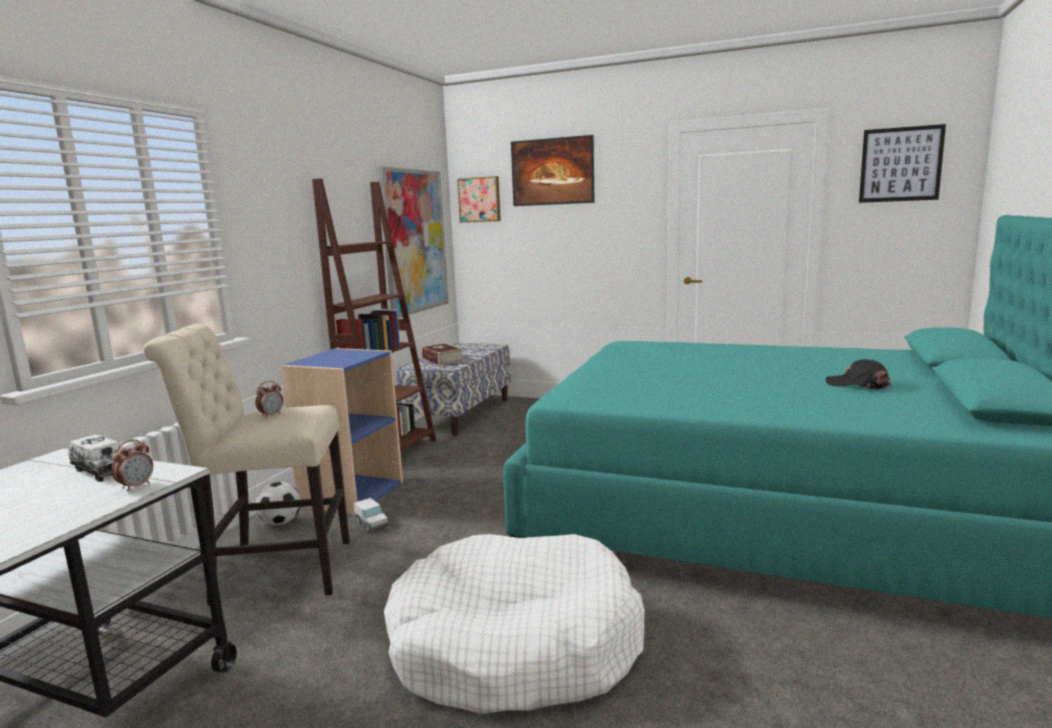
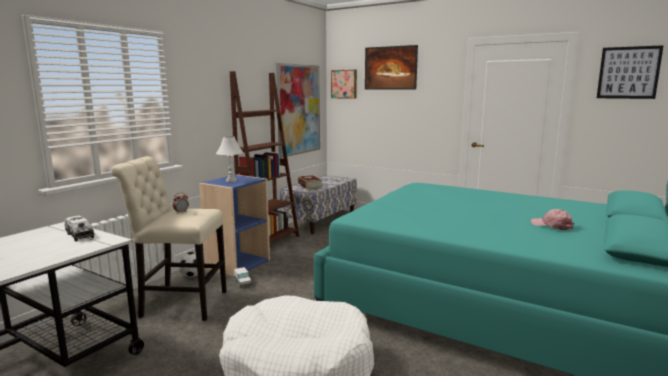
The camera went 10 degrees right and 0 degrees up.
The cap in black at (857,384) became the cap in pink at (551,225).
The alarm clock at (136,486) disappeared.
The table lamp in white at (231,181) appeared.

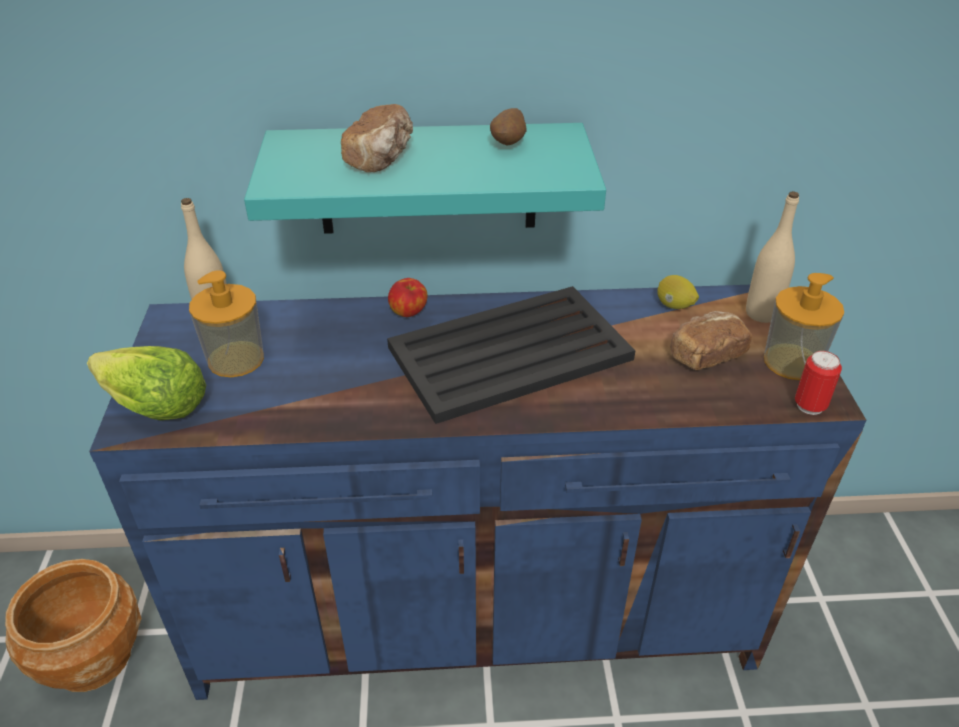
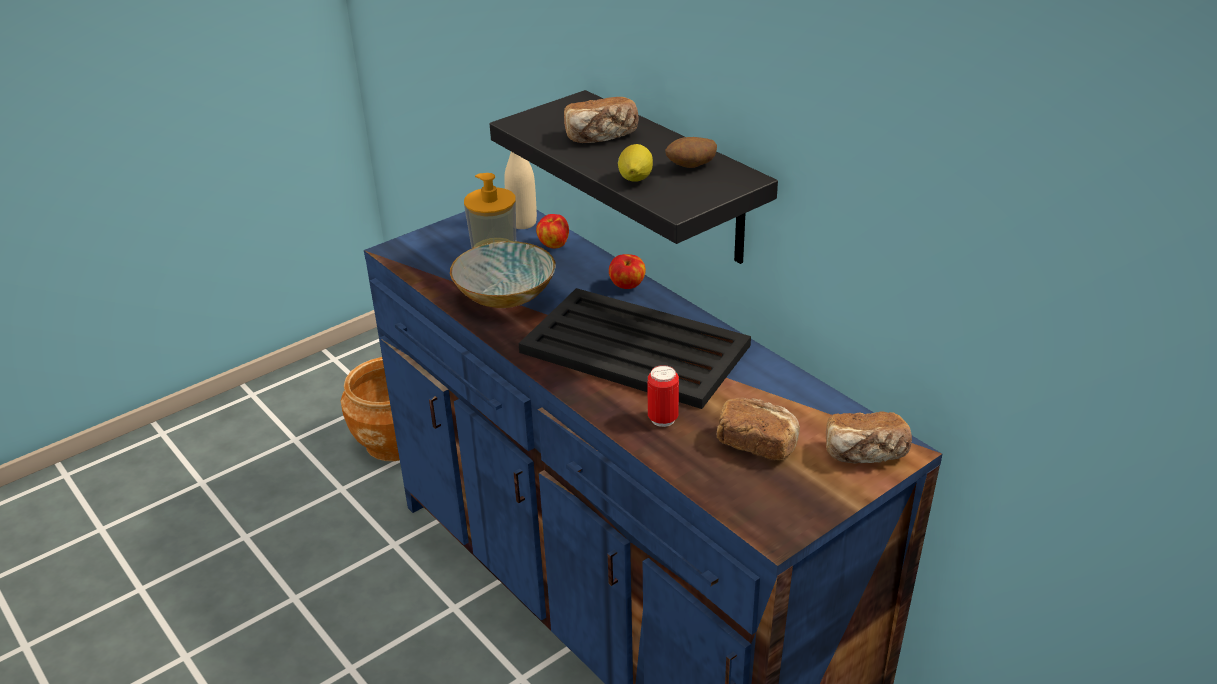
The camera went 55 degrees right and 5 degrees down.
The shelf in turquoise at (427,179) became the shelf in black at (674,179).
The bottle in beige at (762,313) was replaced by the bread at (865,454).
The soap dispenser at (792,362) disappeared.
The lemon moved from (674,306) to (635,179).
The lettuce at (154,406) disappeared.
The can moved from (809,406) to (663,419).
The apple at (553,245) appeared.
The bowl at (506,295) appeared.

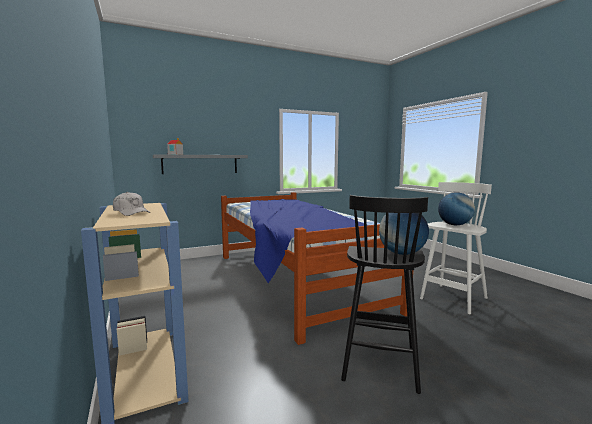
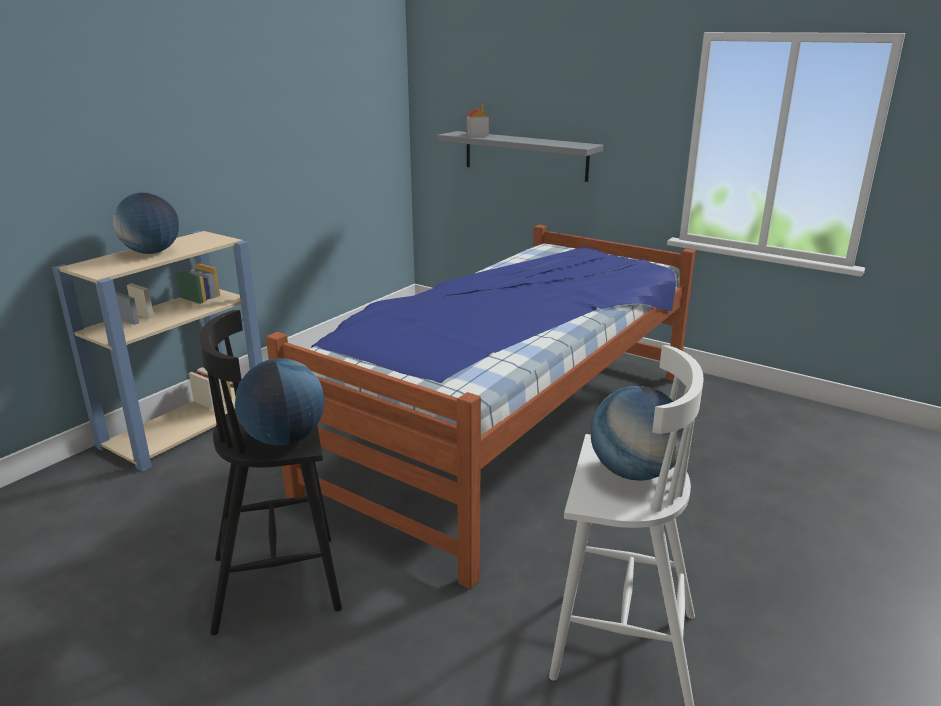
The camera went 60 degrees right and 15 degrees up.
The cap in white at (131,212) was replaced by the globe at (152,252).

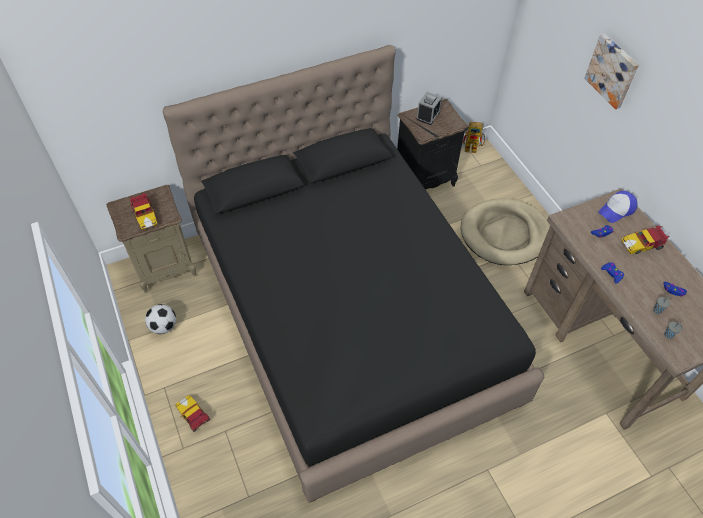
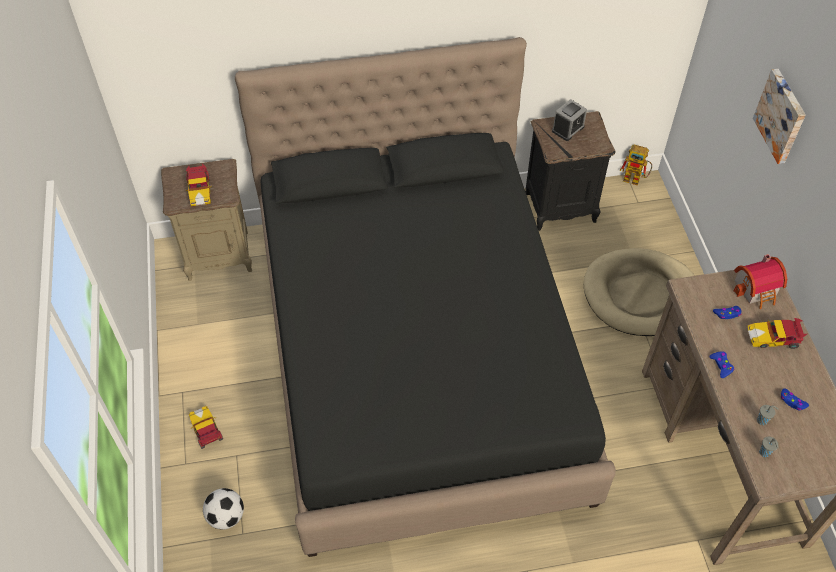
The camera went 15 degrees right and 0 degrees up.
The cap at (616,210) was replaced by the toy house at (757,290).
The football moved from (164,326) to (226,516).

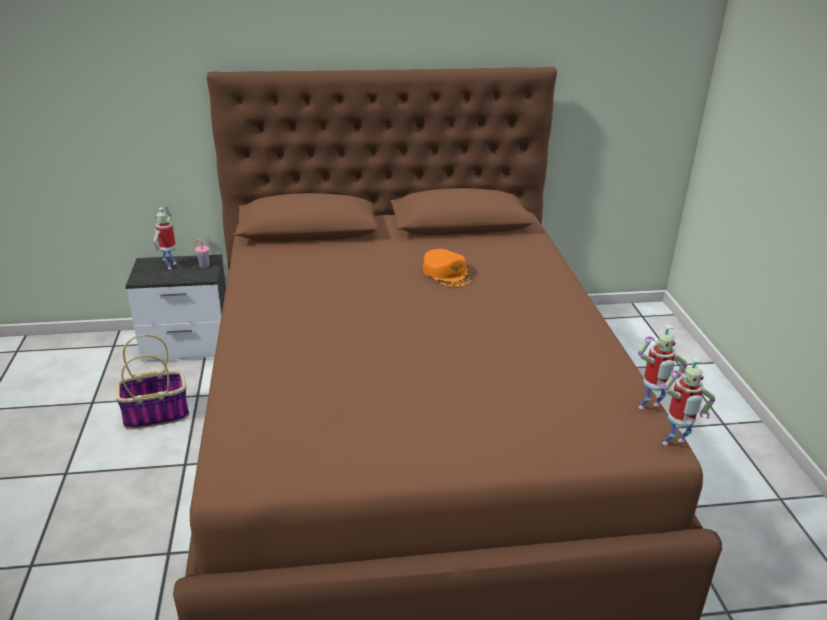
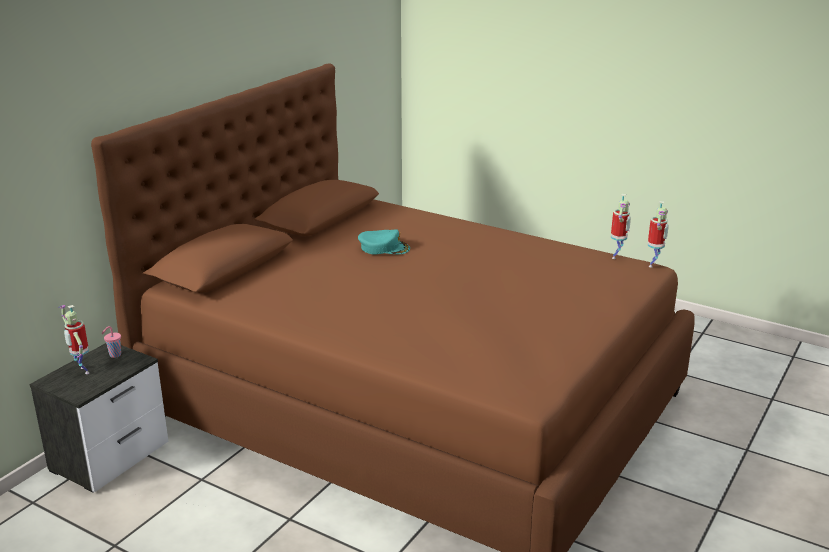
The camera went 50 degrees left and 5 degrees down.
The cap in orange at (447,273) became the cap in turquoise at (384,248).
The basket at (157,415) disappeared.

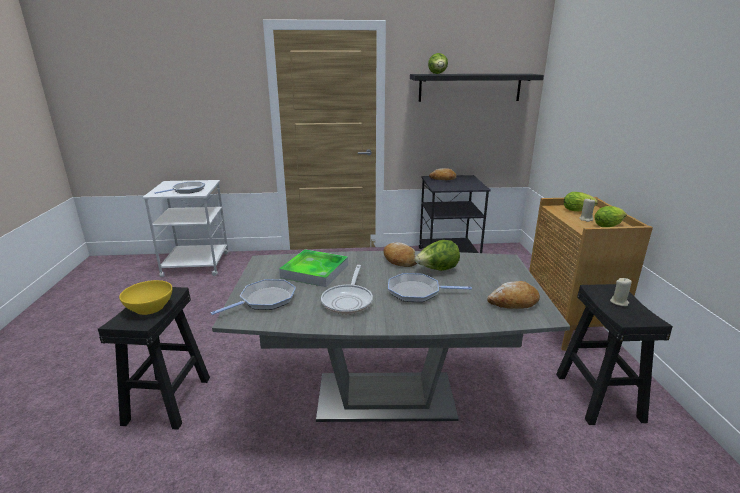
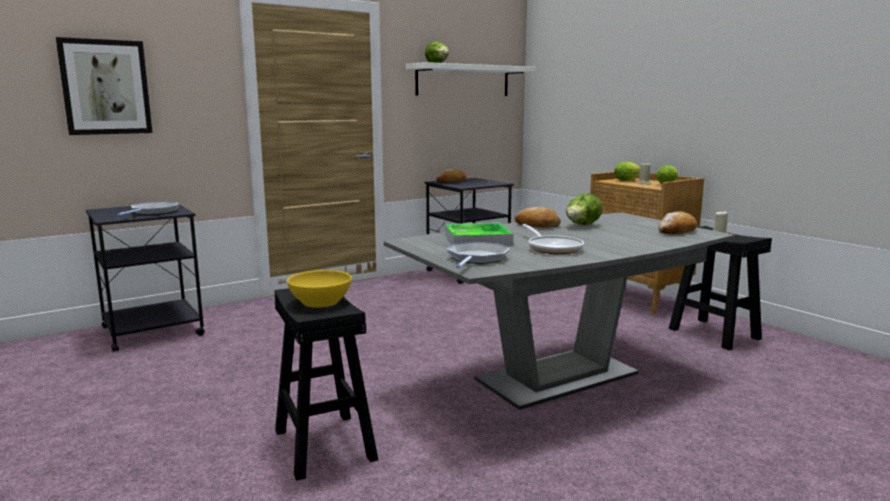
The camera went 30 degrees left and 10 degrees down.
The shelf in black at (469,87) became the shelf in white at (463,81).
The cart in white at (197,264) became the cart in black at (154,330).
The frying pan at (417,292) disappeared.
The picture at (105,87) appeared.

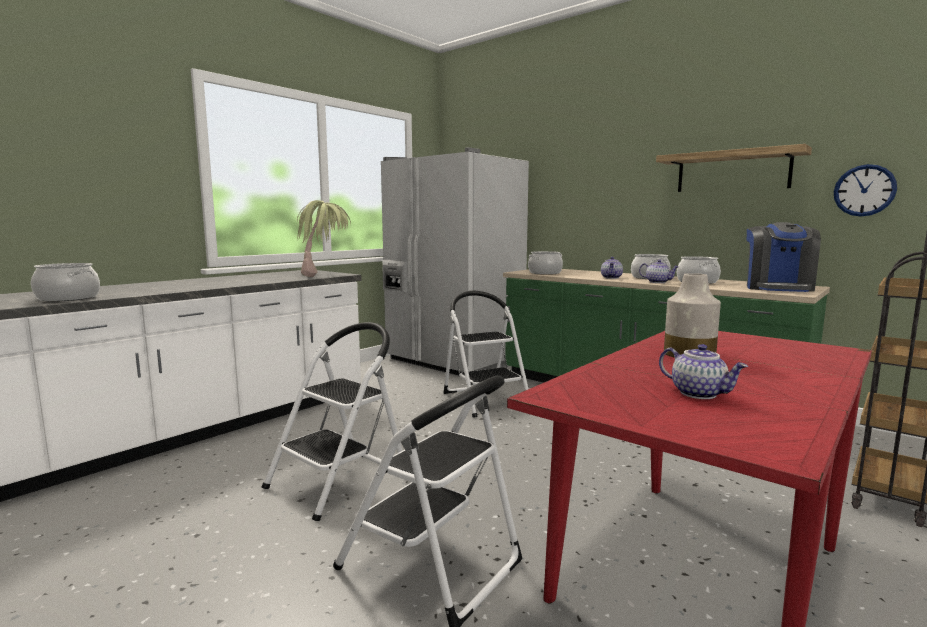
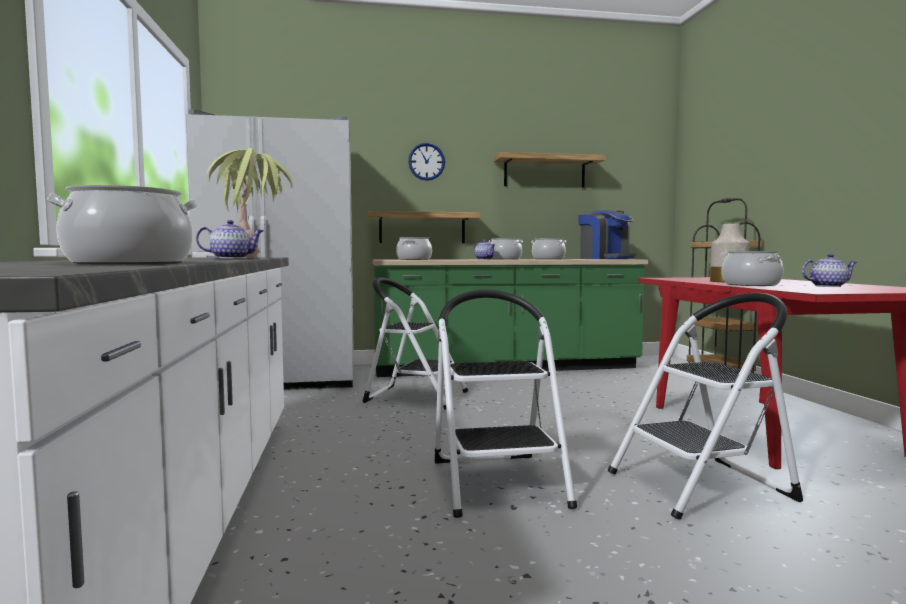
The camera went 50 degrees left and 5 degrees down.
The wall clock moved from (864,190) to (426,161).
The teapot moved from (658,282) to (231,258).
The shelf at (422,228) appeared.
The cooking pot at (750,284) appeared.

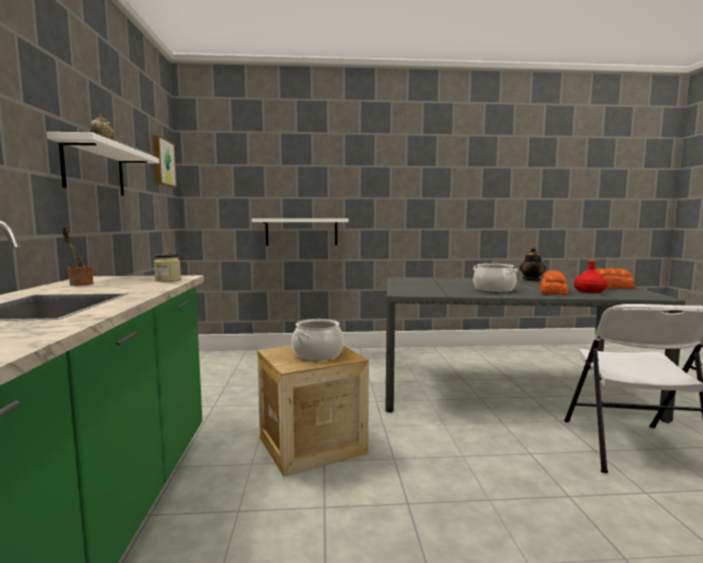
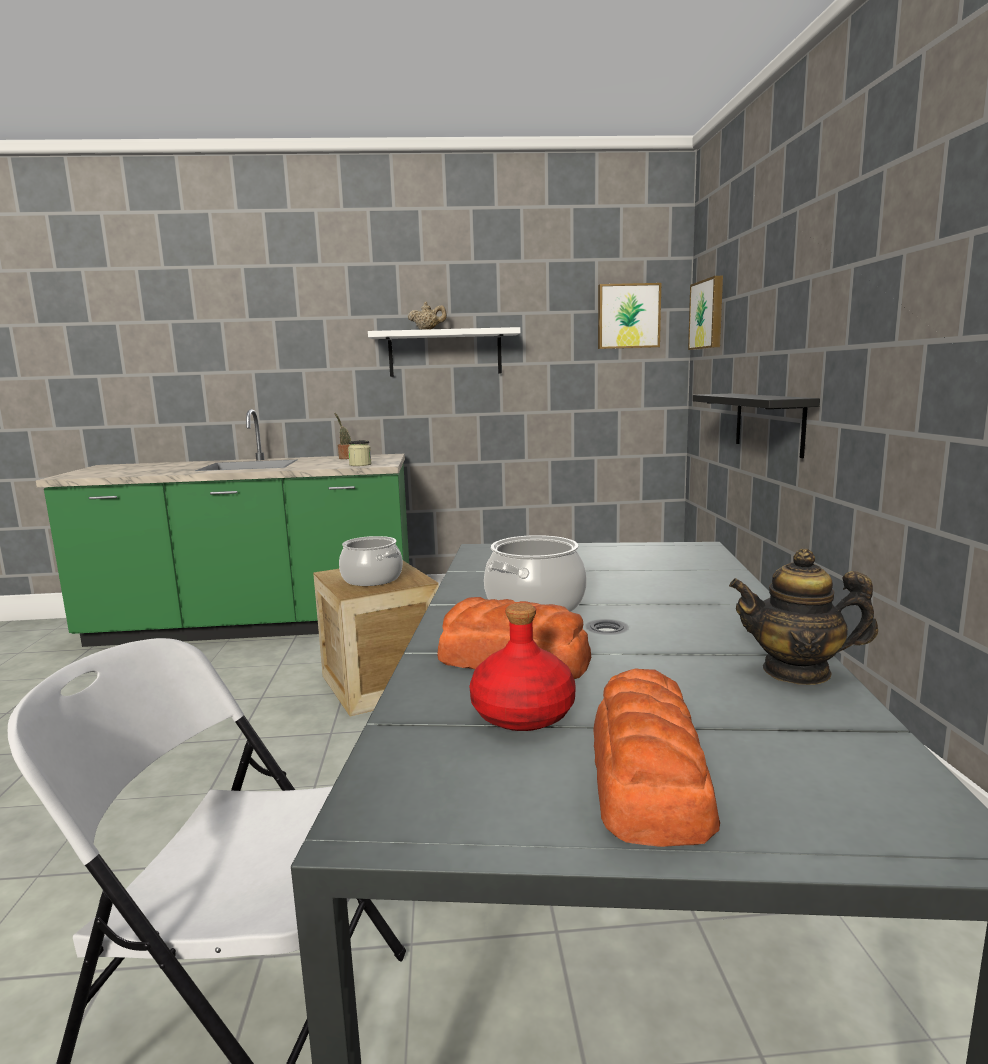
The camera went 90 degrees right and 5 degrees up.
The shelf in white at (301,232) became the shelf in black at (769,423).
The picture at (708,314) appeared.

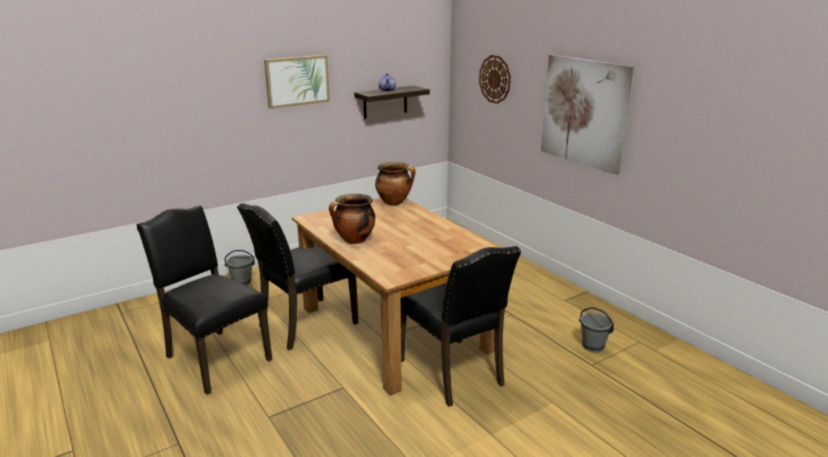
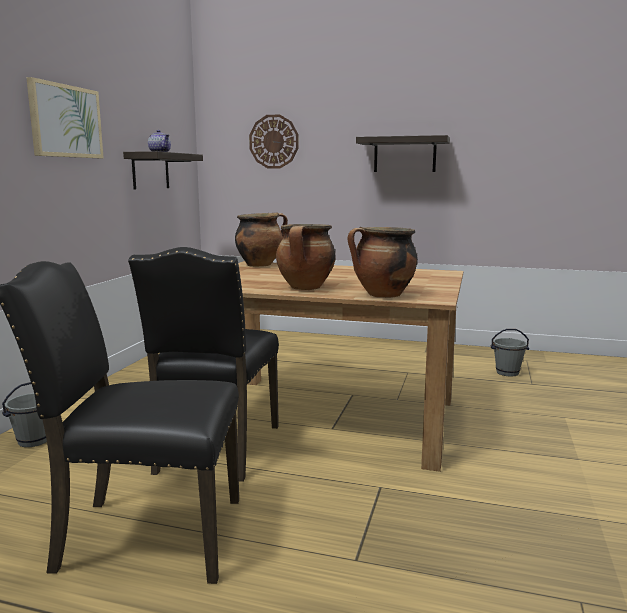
The camera went 40 degrees left and 10 degrees down.
The picture at (584,112) was replaced by the shelf at (404,155).
The chair in black at (453,373) disappeared.
The cooking pot at (382,295) appeared.

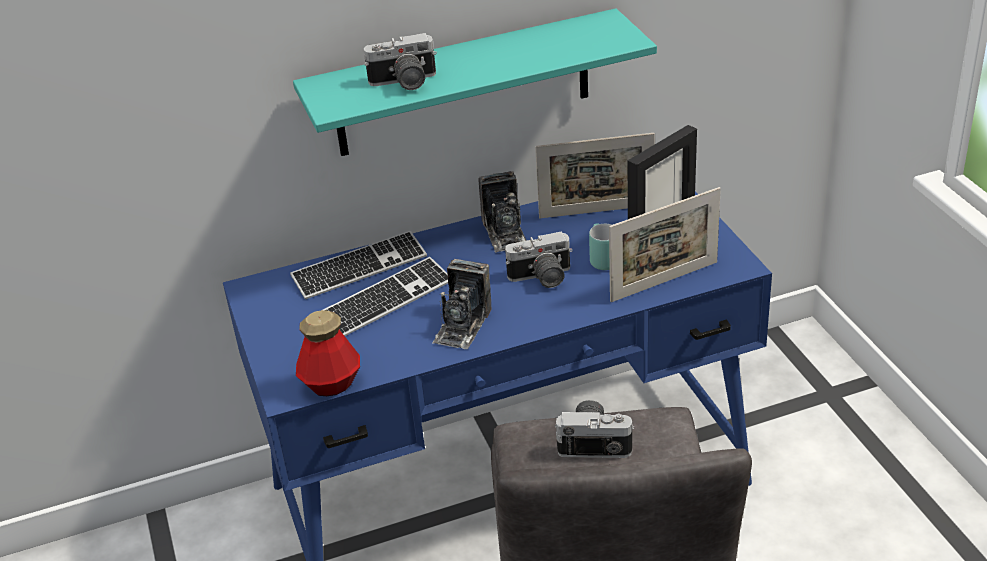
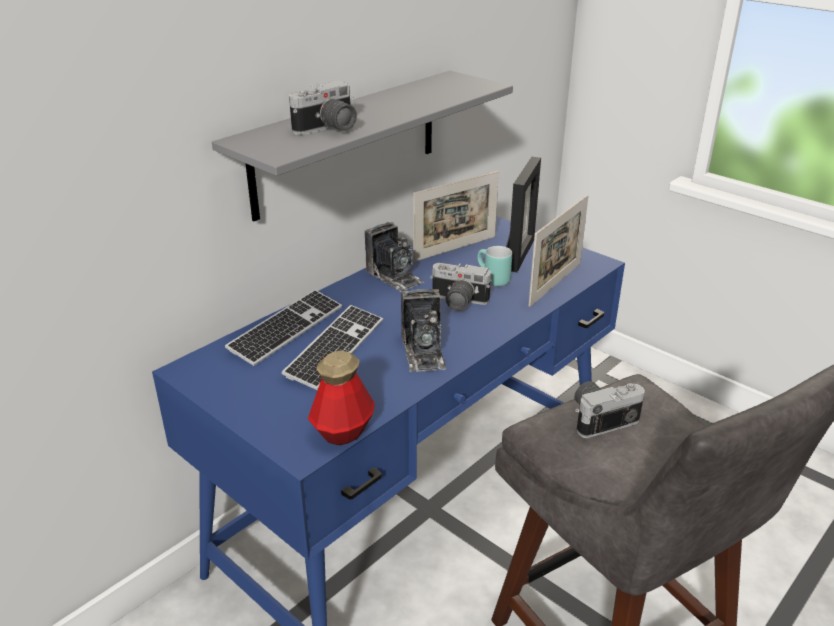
The camera went 30 degrees left and 5 degrees down.
The shelf in turquoise at (463,84) became the shelf in grey at (347,143).
The photo camera at (541,278) turned 60 degrees clockwise.

